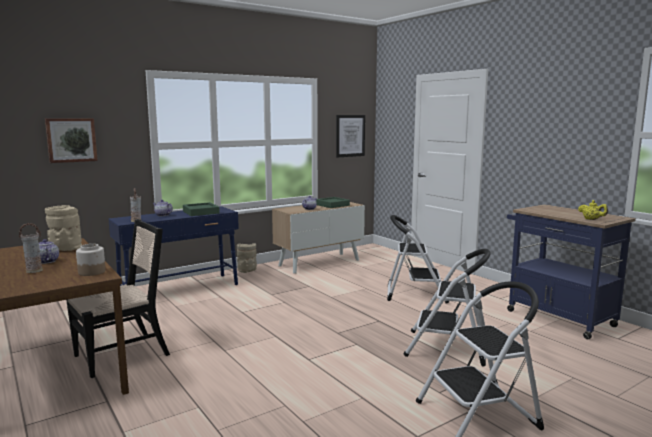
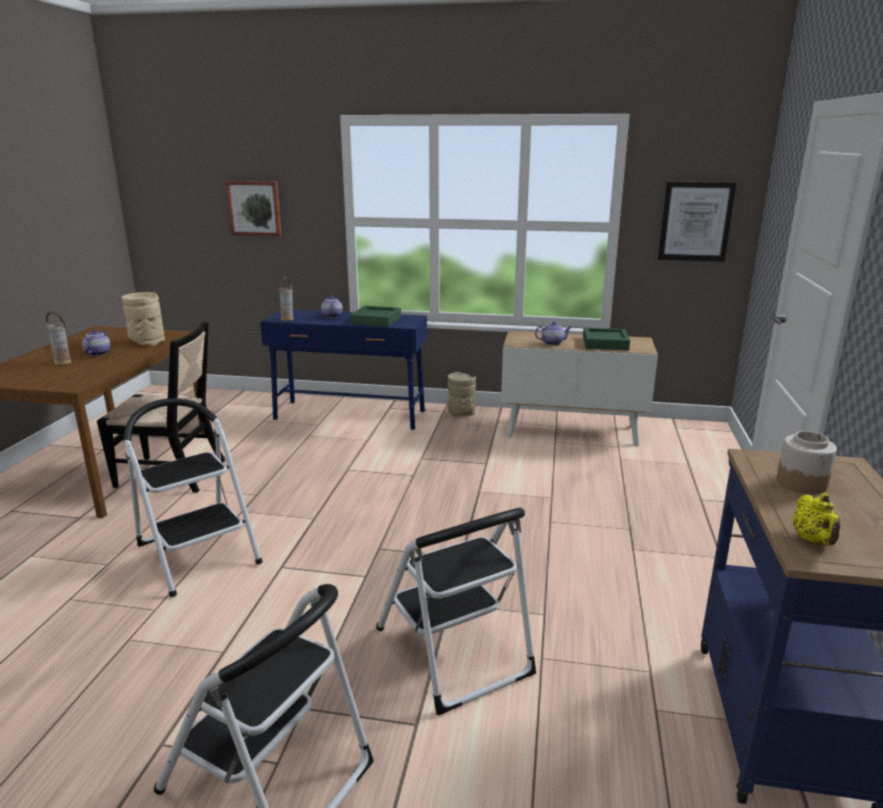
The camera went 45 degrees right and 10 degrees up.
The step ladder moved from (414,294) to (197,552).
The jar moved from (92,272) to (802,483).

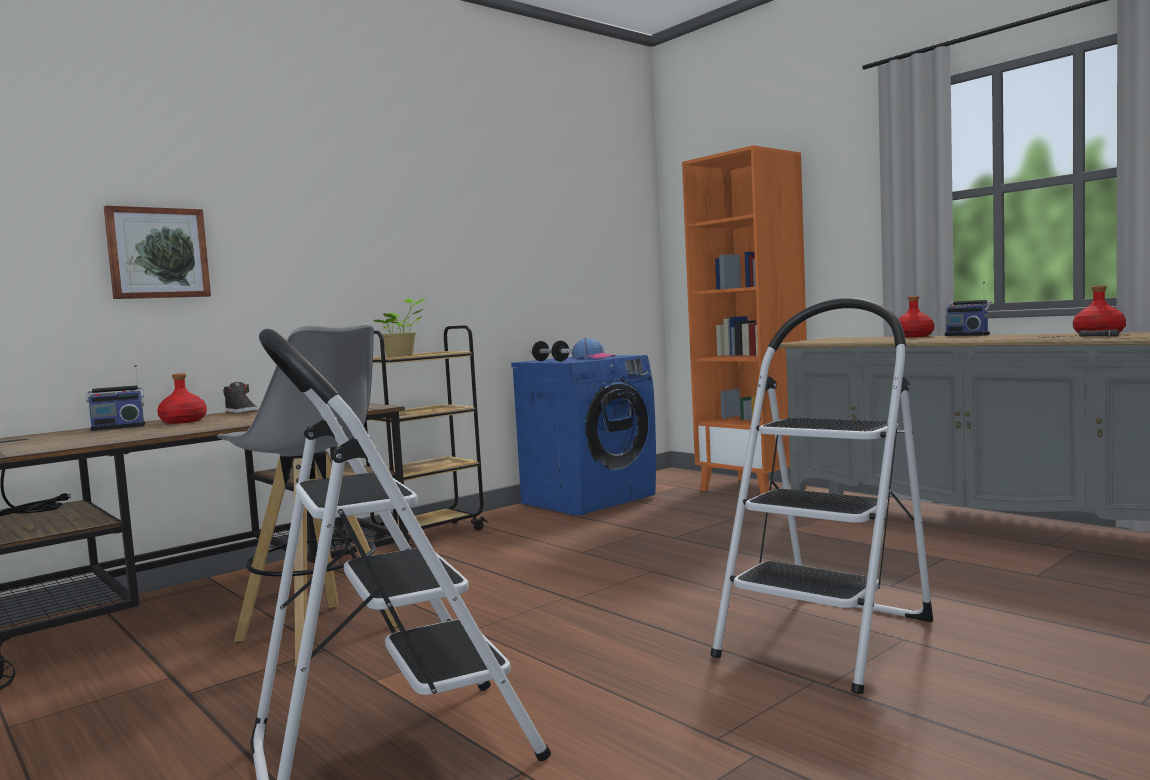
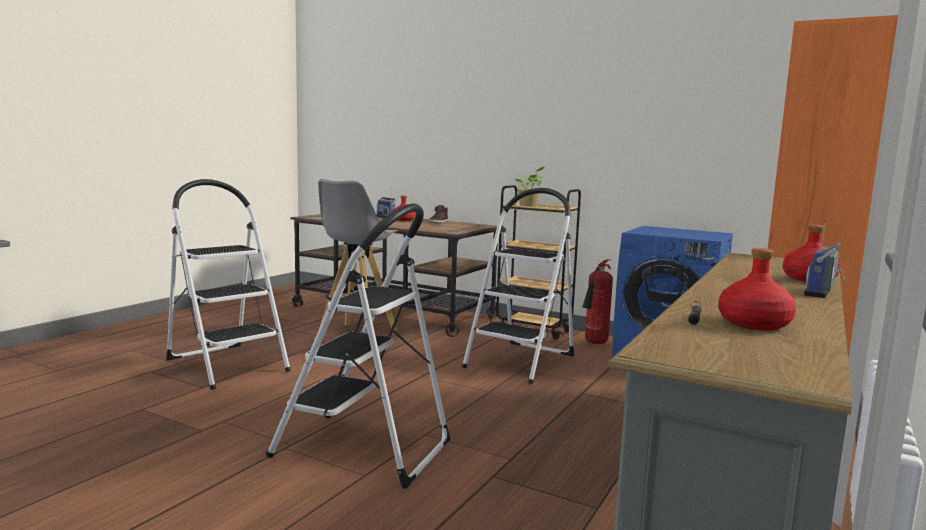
The camera went 70 degrees right and 5 degrees up.
The picture at (158,253) disappeared.
The cap at (593,358) disappeared.
The dumbbell at (551,361) disappeared.
The step ladder at (522,361) appeared.
The fire extinguisher at (594,343) appeared.

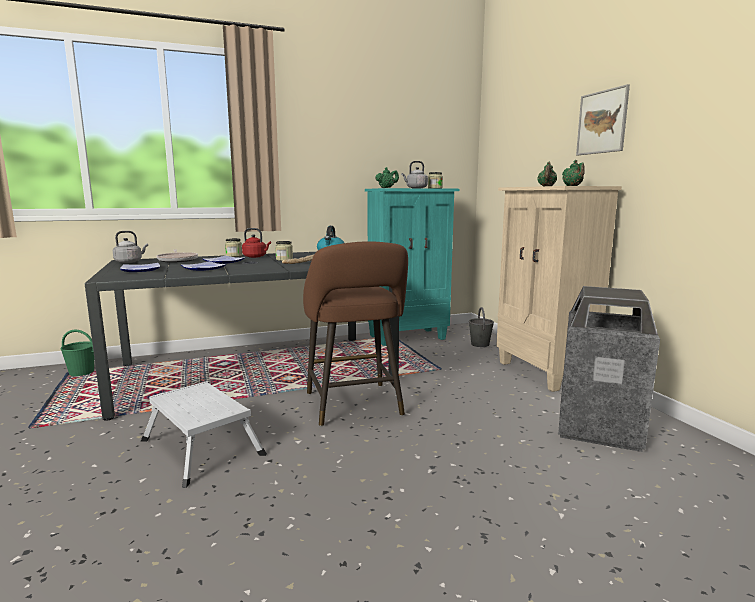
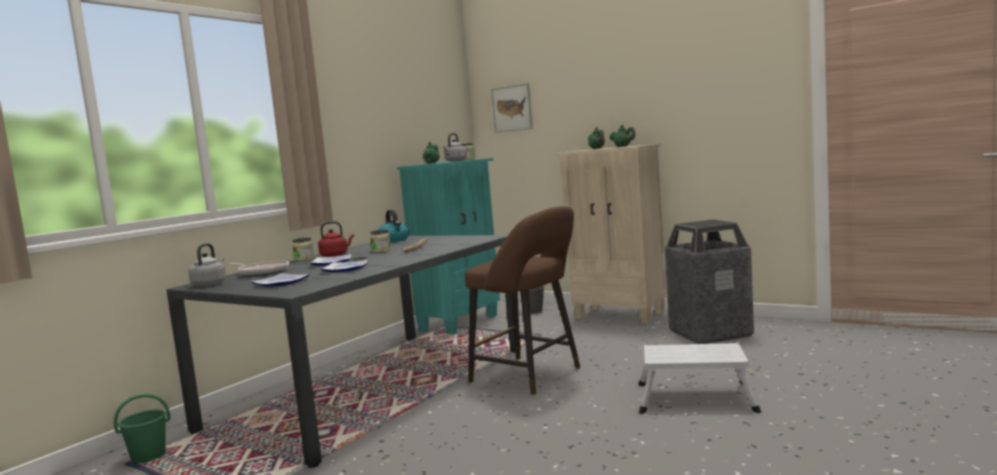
The camera went 35 degrees left and 5 degrees down.
The picture moved from (602,122) to (512,108).
The step ladder in white moved from (202,447) to (696,397).

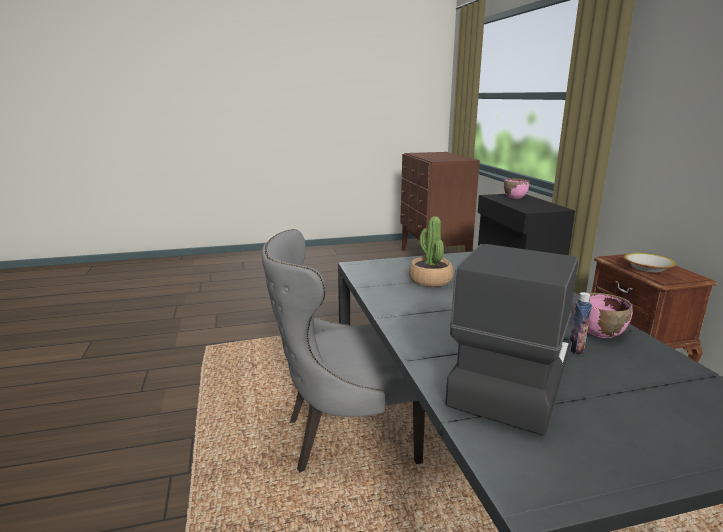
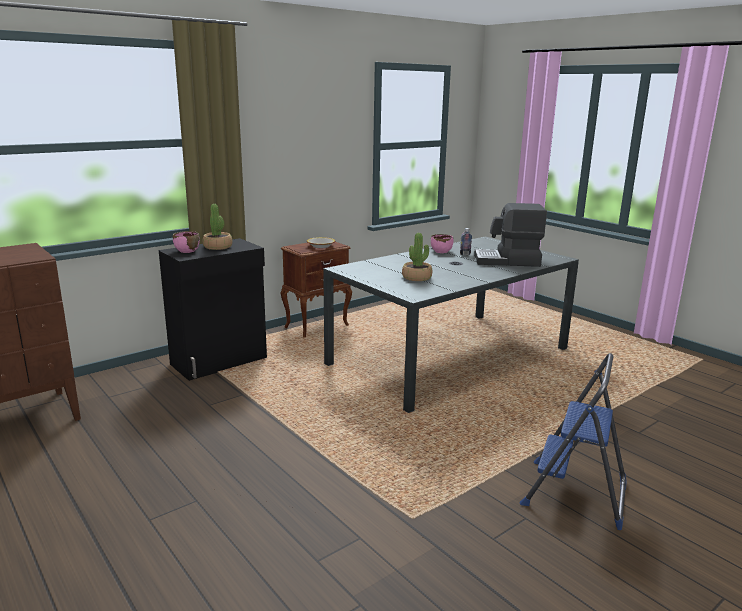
The camera went 115 degrees left and 0 degrees up.
The chair in grey at (345,437) disappeared.
The potted plant at (218,247) appeared.
The step ladder in blue at (579,494) appeared.

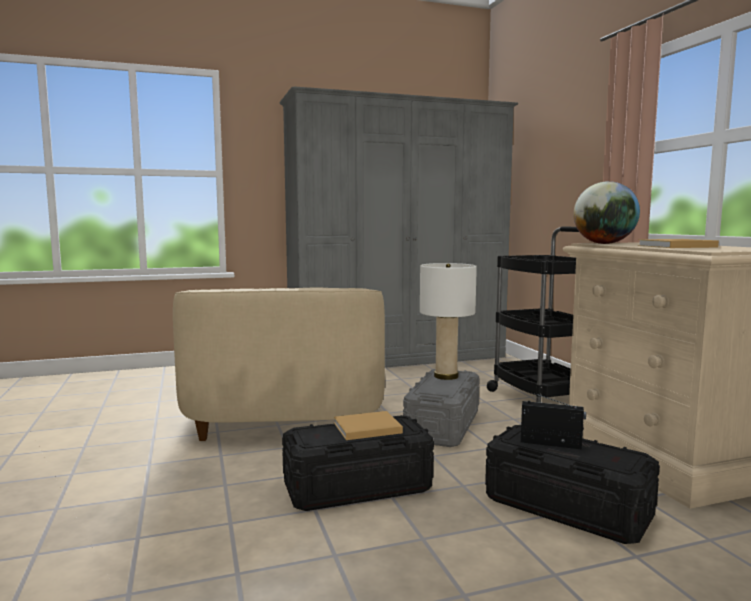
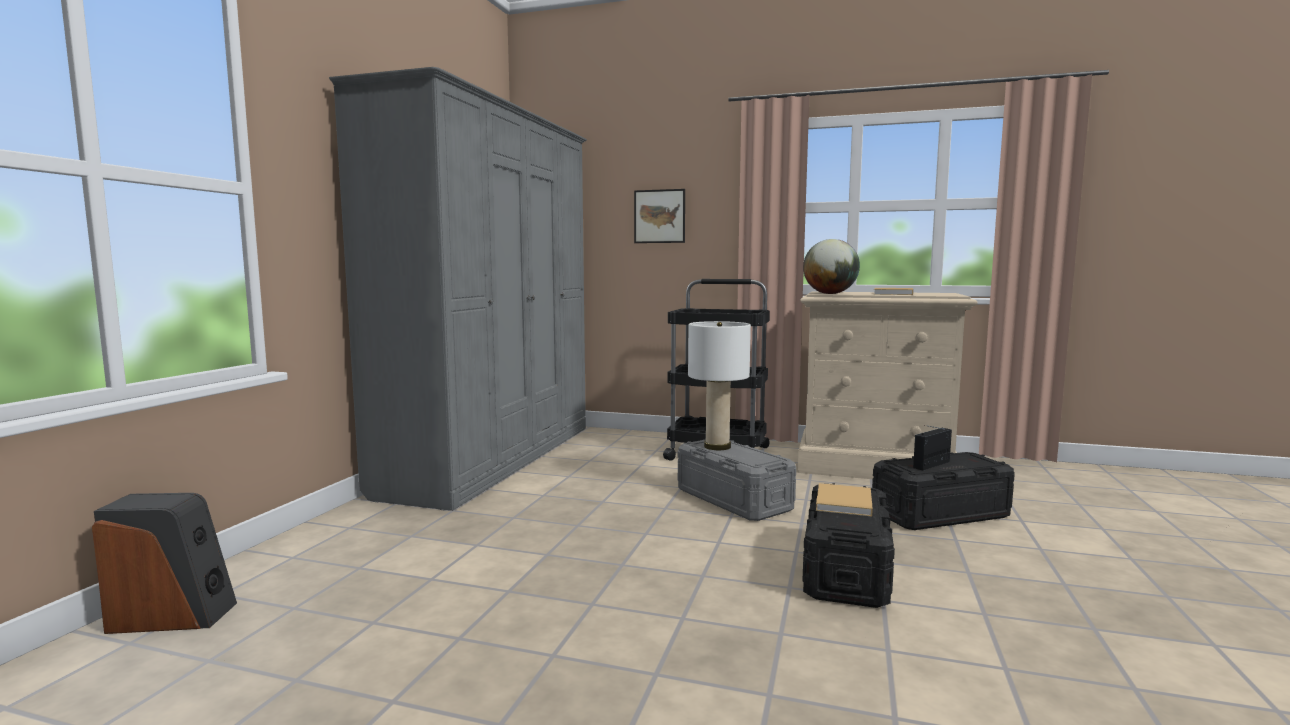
The camera went 55 degrees left and 0 degrees up.
The armchair in beige at (286,415) disappeared.
The picture at (659,216) appeared.
The speaker at (173,616) appeared.

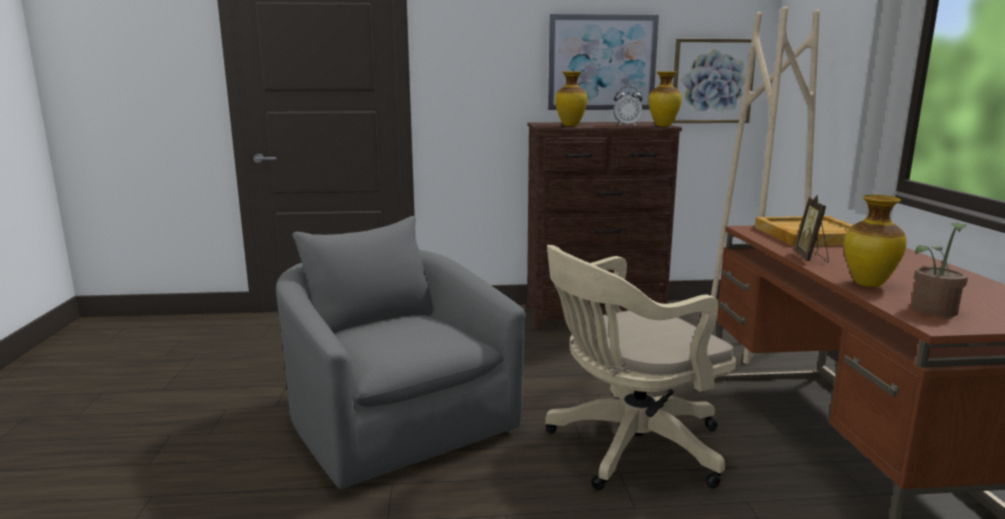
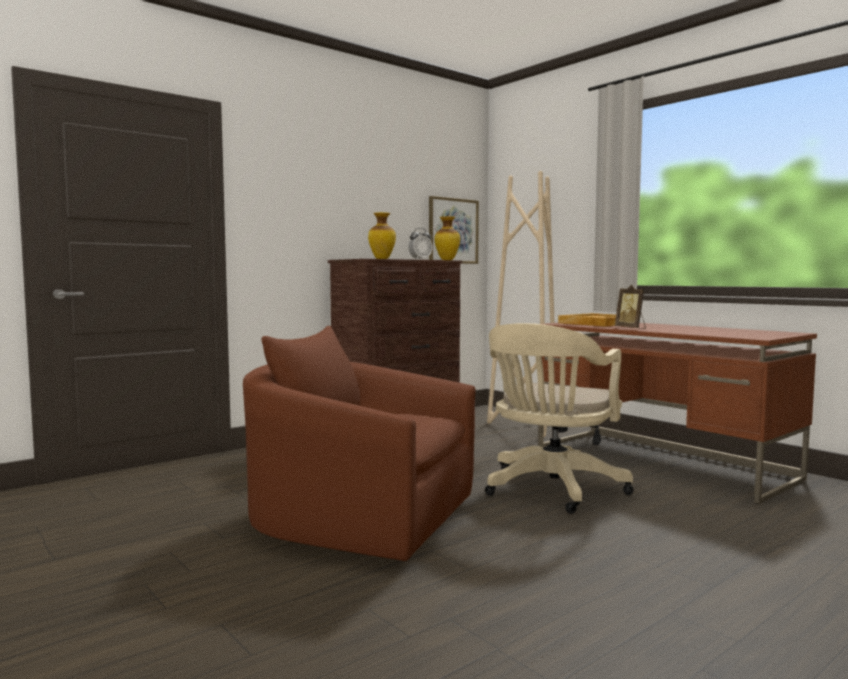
The camera went 35 degrees left and 10 degrees down.
The picture at (602,63) disappeared.
The vase at (867,284) disappeared.
The armchair in grey at (395,420) became the armchair in brown at (359,518).
The potted plant at (932,311) disappeared.

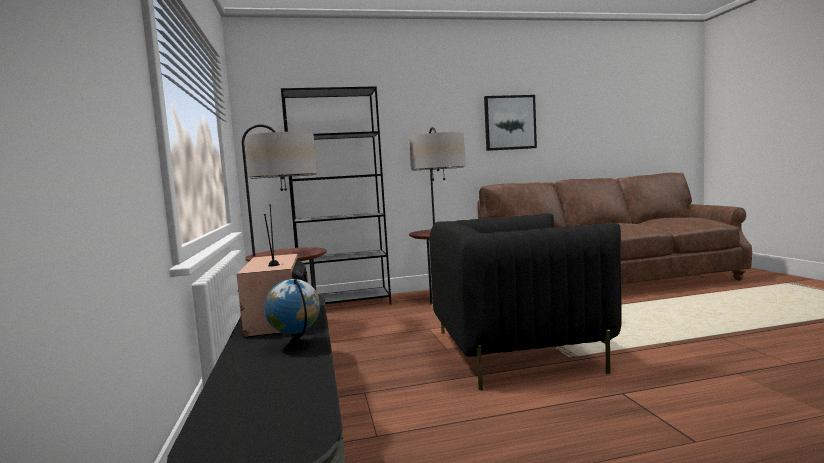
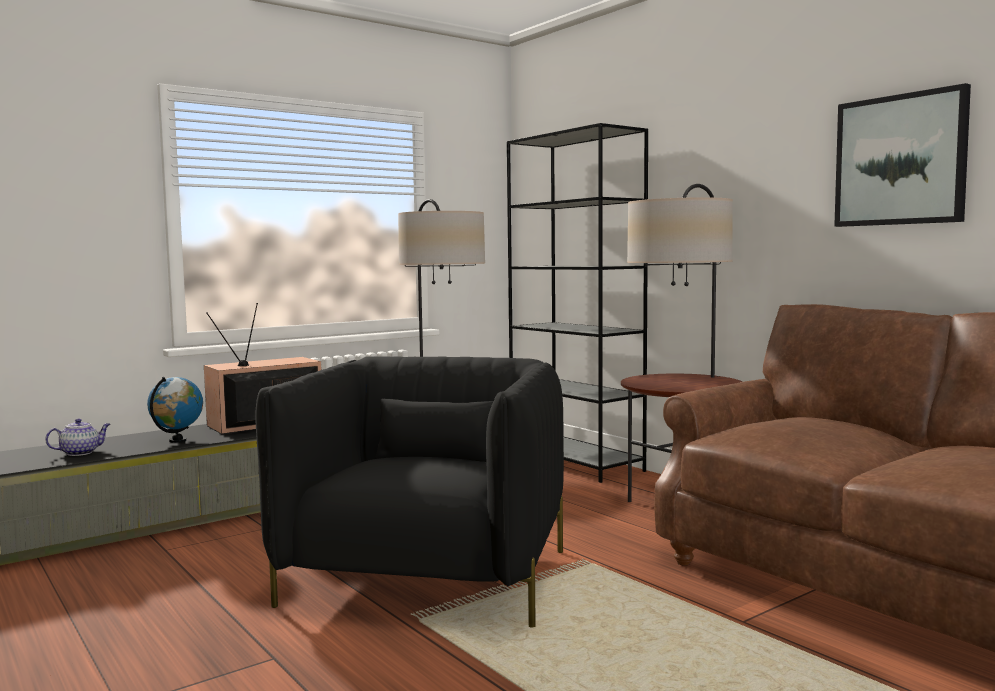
The camera went 65 degrees right and 0 degrees up.
The armchair in black at (514,350) turned 45 degrees clockwise.
The teapot at (81,453) appeared.

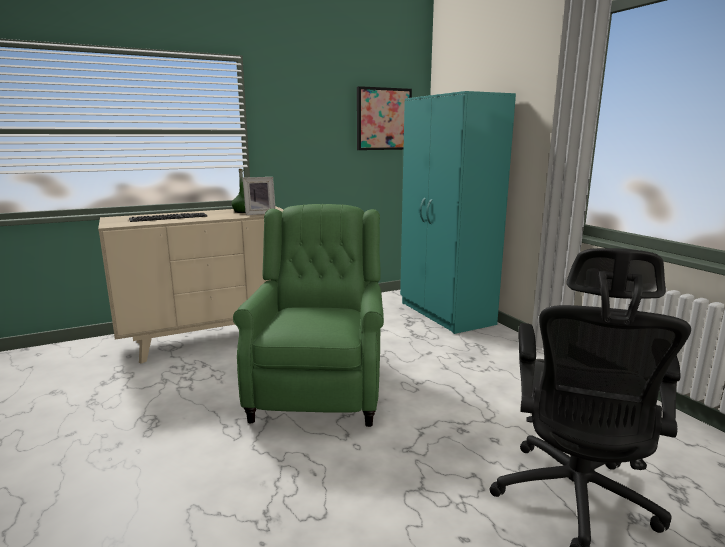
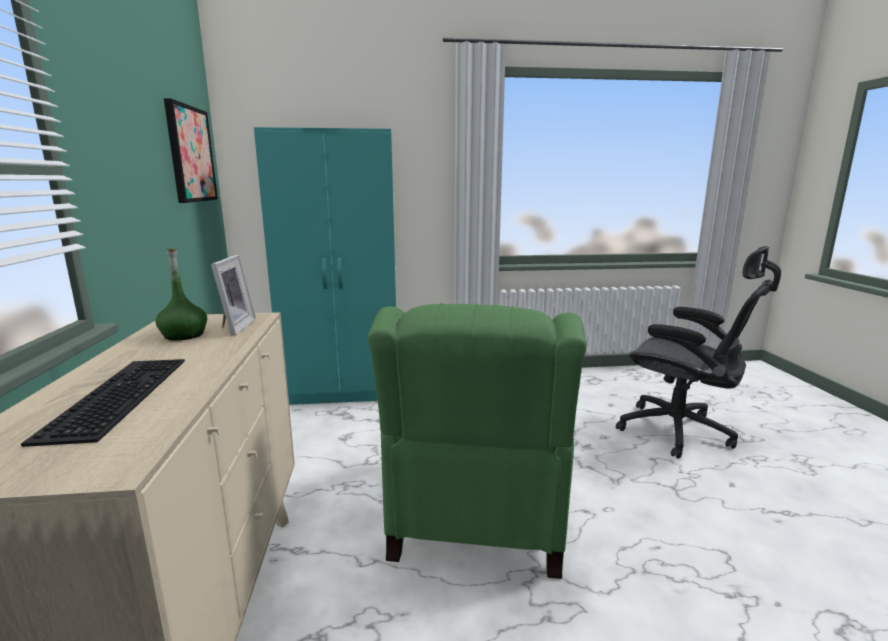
The camera went 70 degrees left and 0 degrees up.
The armchair in green at (319,389) turned 105 degrees counterclockwise.

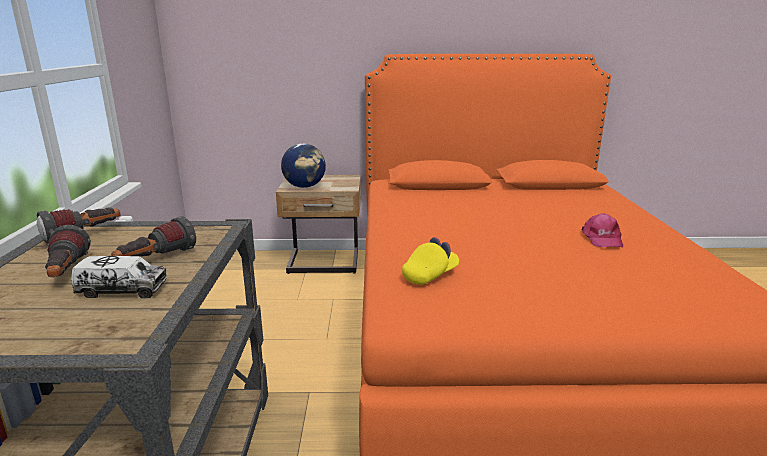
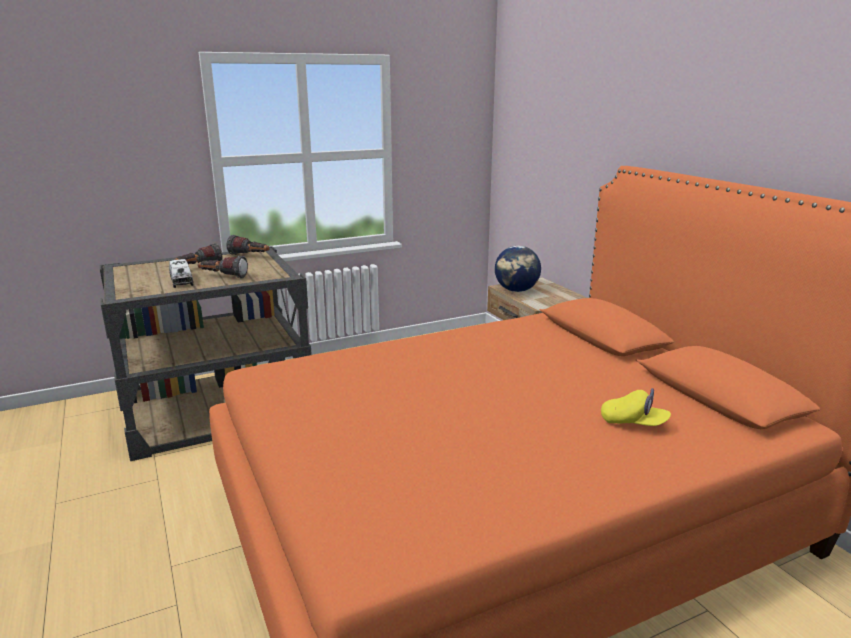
The camera went 65 degrees right and 0 degrees up.
The cap in pink at (602,239) disappeared.
The cap in yellow moved from (430,275) to (633,423).

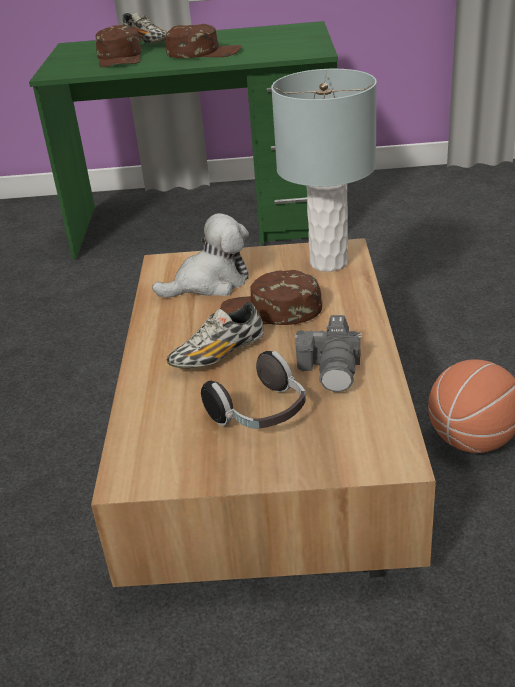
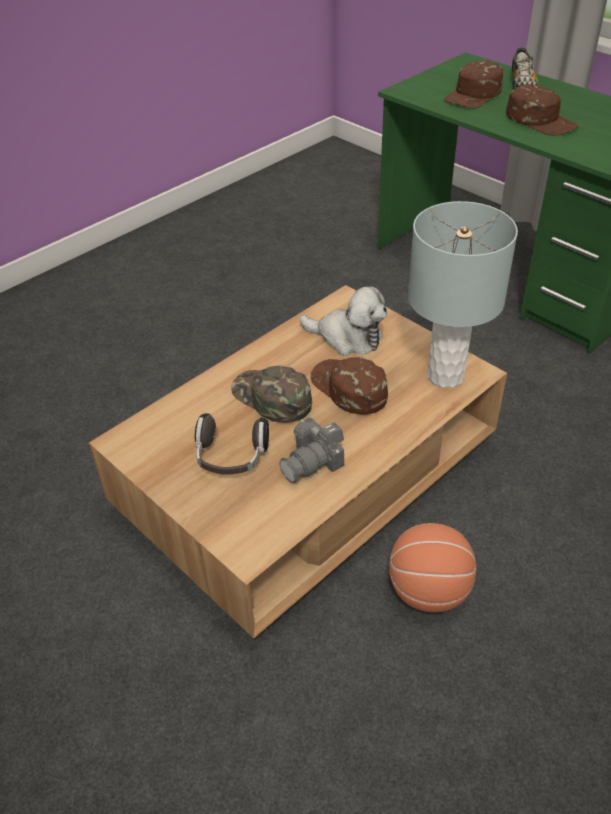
The camera went 45 degrees right and 10 degrees up.
The shoe at (218,355) was replaced by the cap in green at (271,398).

